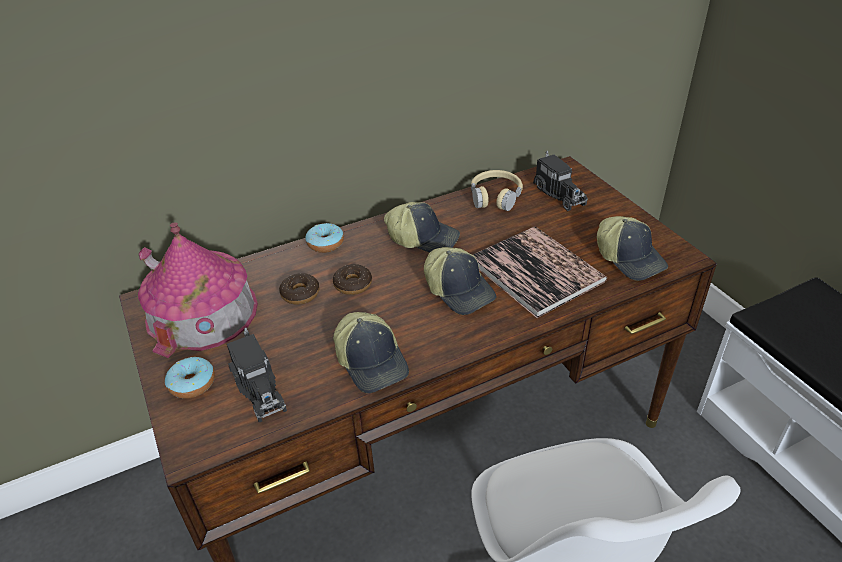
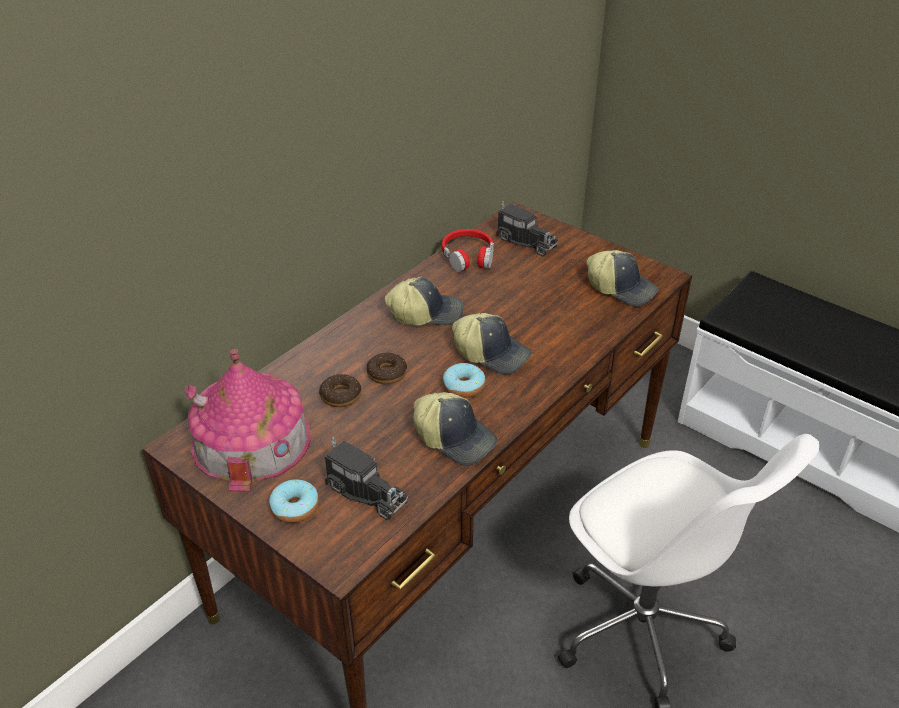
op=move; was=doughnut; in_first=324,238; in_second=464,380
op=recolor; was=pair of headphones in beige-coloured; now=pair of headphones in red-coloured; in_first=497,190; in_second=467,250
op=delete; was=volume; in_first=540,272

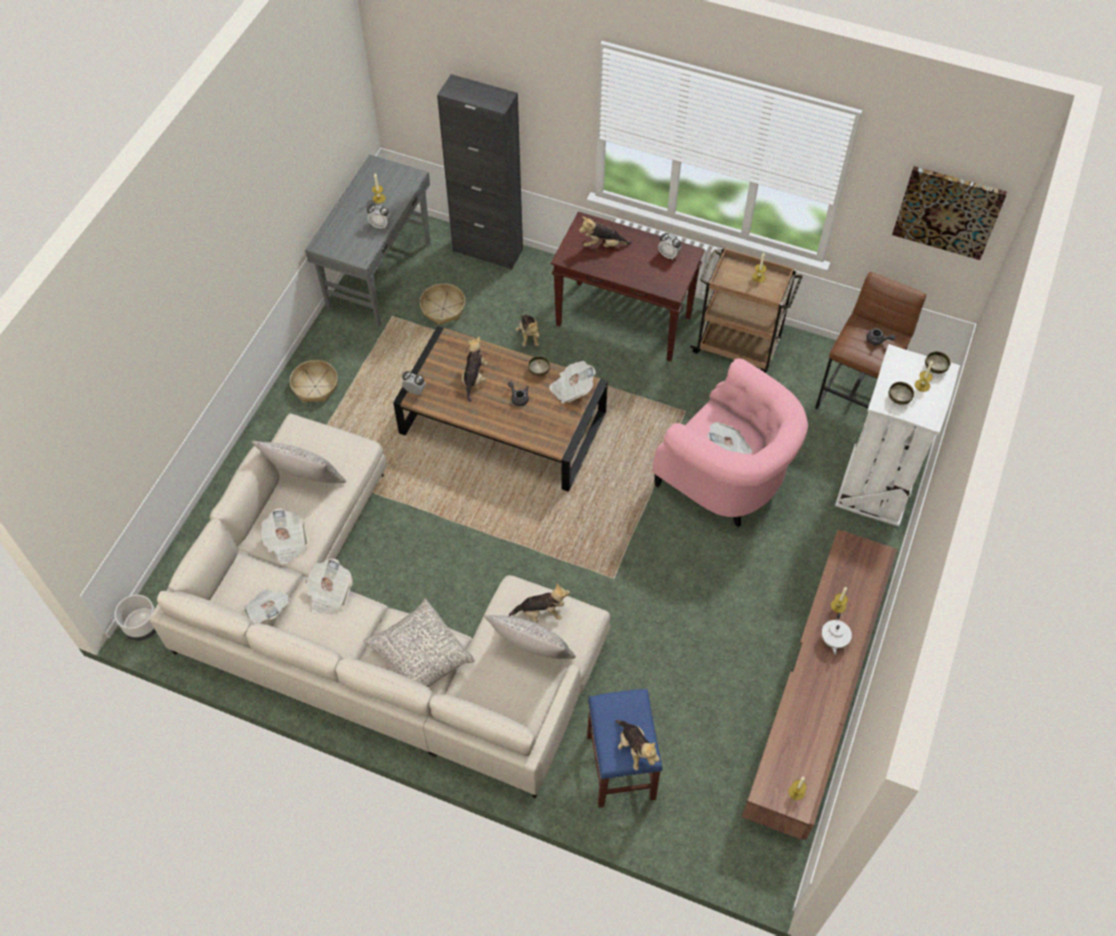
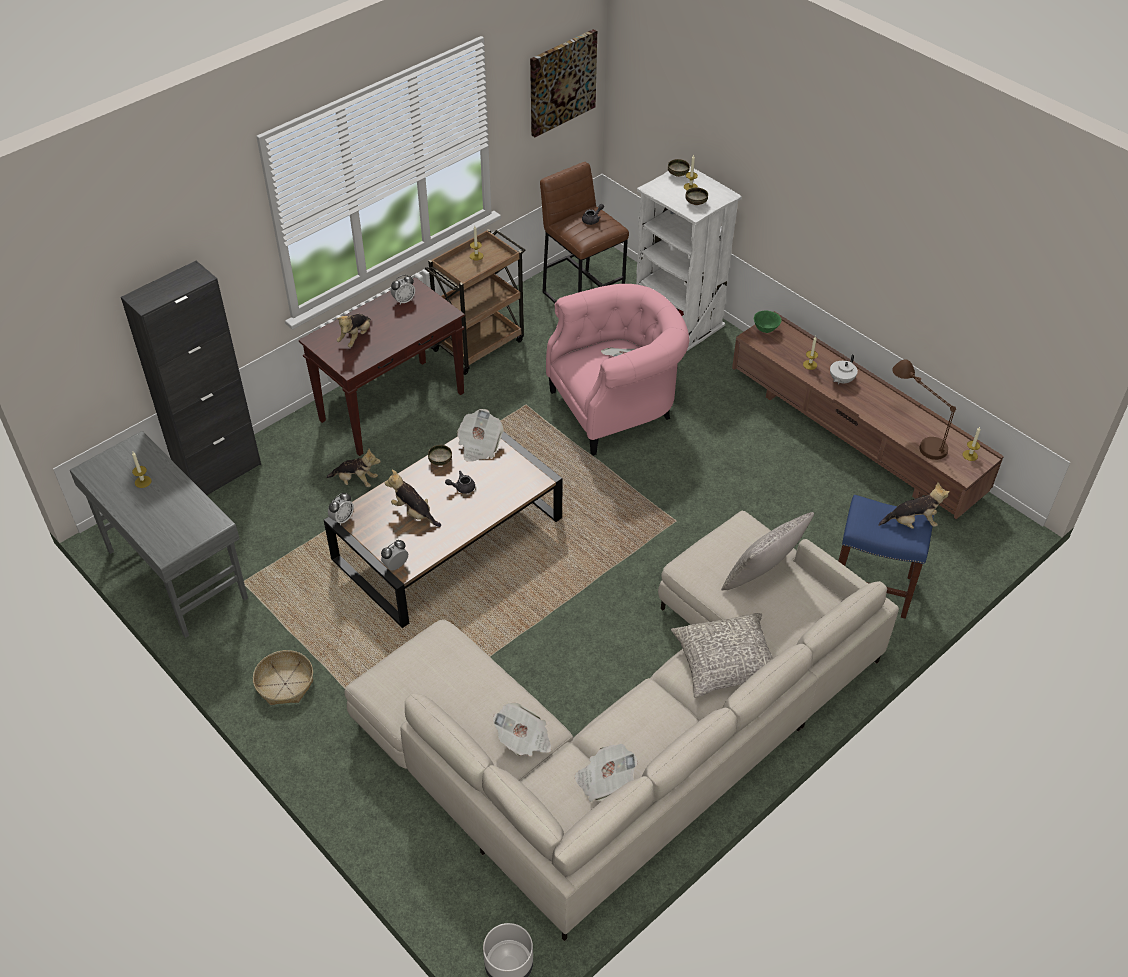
op=delete; was=throw pillow in greyish; in_first=299,462
op=delete; was=printed paper; in_first=329,586
op=move; was=table clock; in_first=378,216; in_second=341,509
op=delete; was=household basket; in_first=442,304
op=delete; was=plush toy; in_first=539,603
op=rotate; was=teapot in white-coloured; in_first=837,634; in_second=844,369; clockwise=90
op=insert; now=serving bowl in green-coloured; in_second=768,321
op=insert; now=lamp for a table in brownish; in_second=924,409

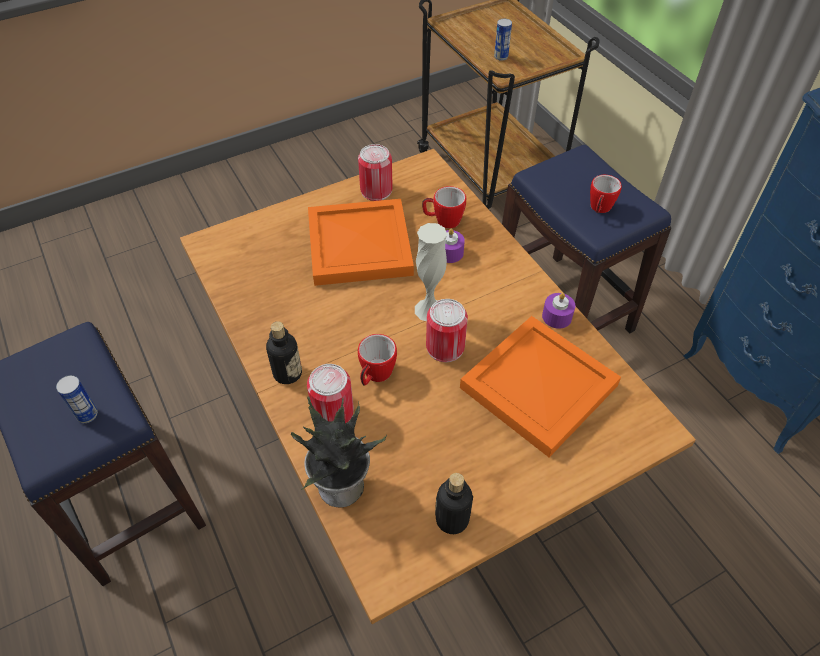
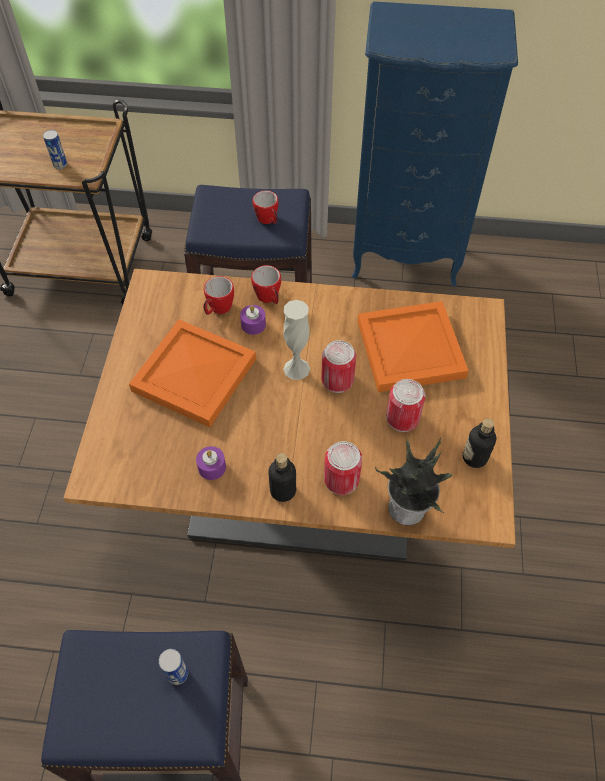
op=move; was=can; in_first=375,172; in_second=405,405
op=move; was=coffee mug; in_first=377,360; in_second=266,284
op=move; was=wax light in purple-coloured; in_first=558,311; in_second=211,463

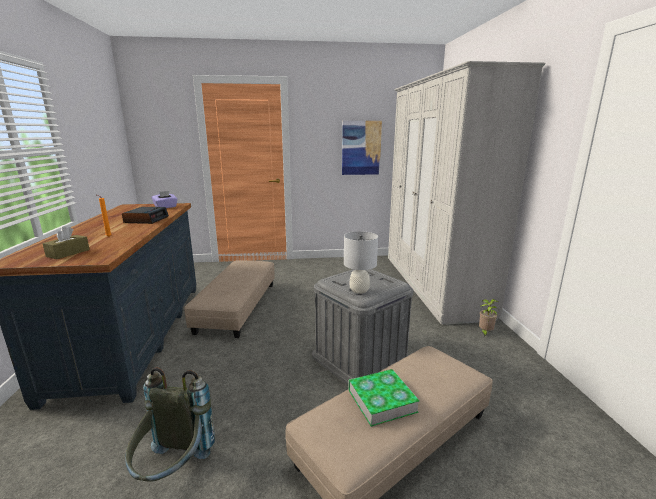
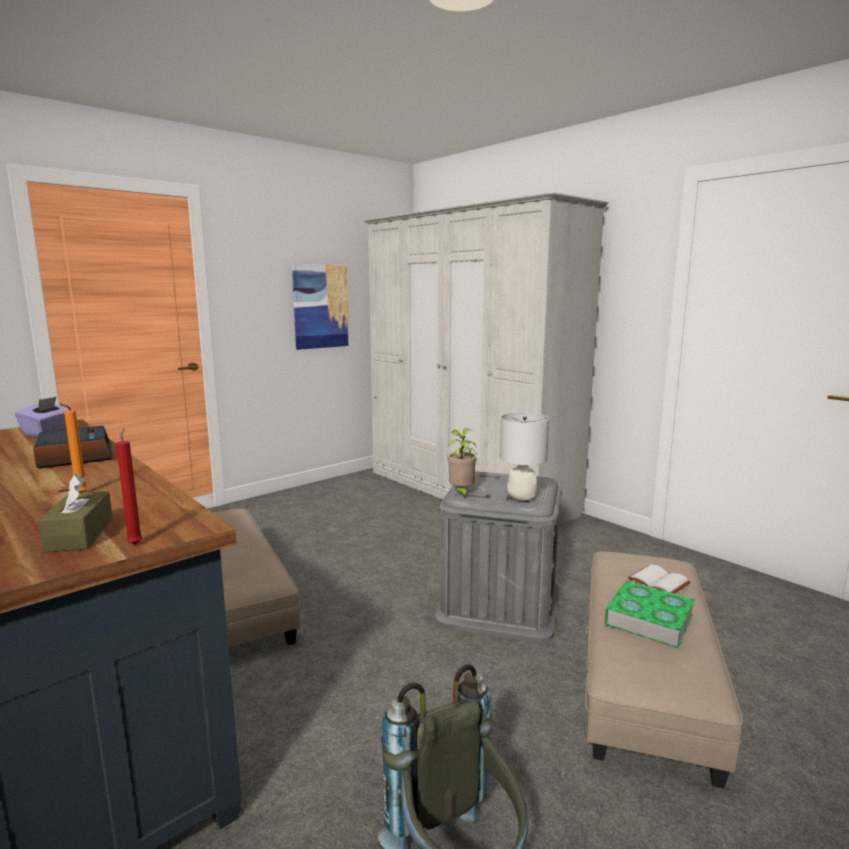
op=move; was=plant in a pot; in_first=488,318; in_second=462,463
op=insert; now=wax light in red-coloured; in_second=129,486
op=insert; now=volume in white-coloured; in_second=659,578

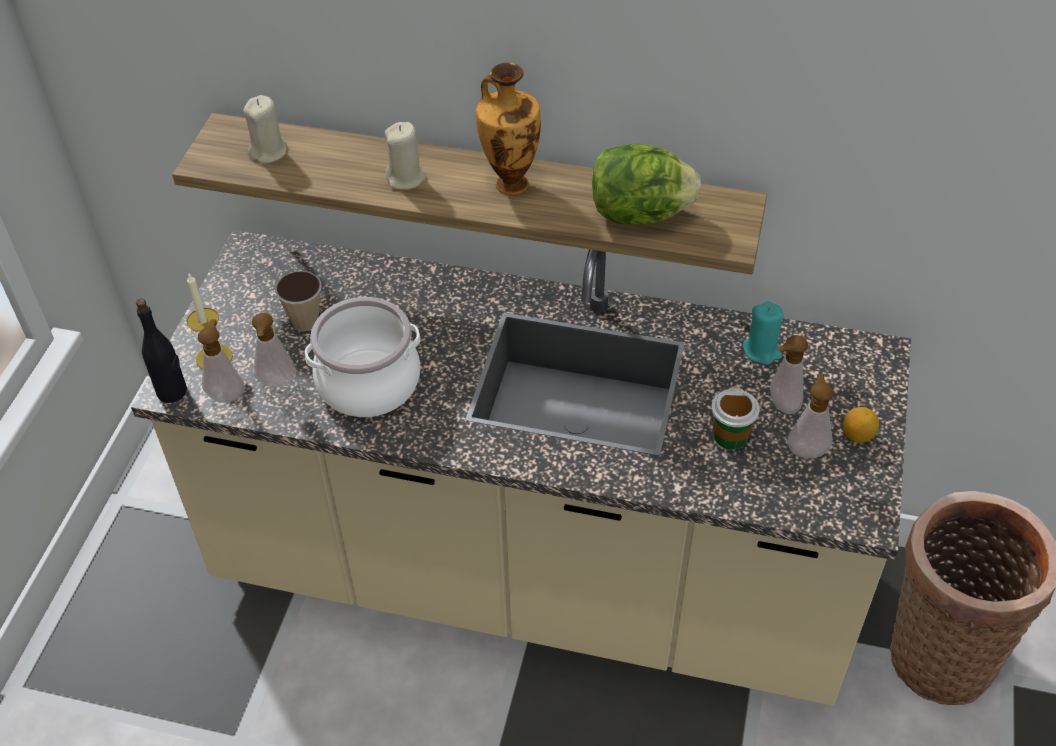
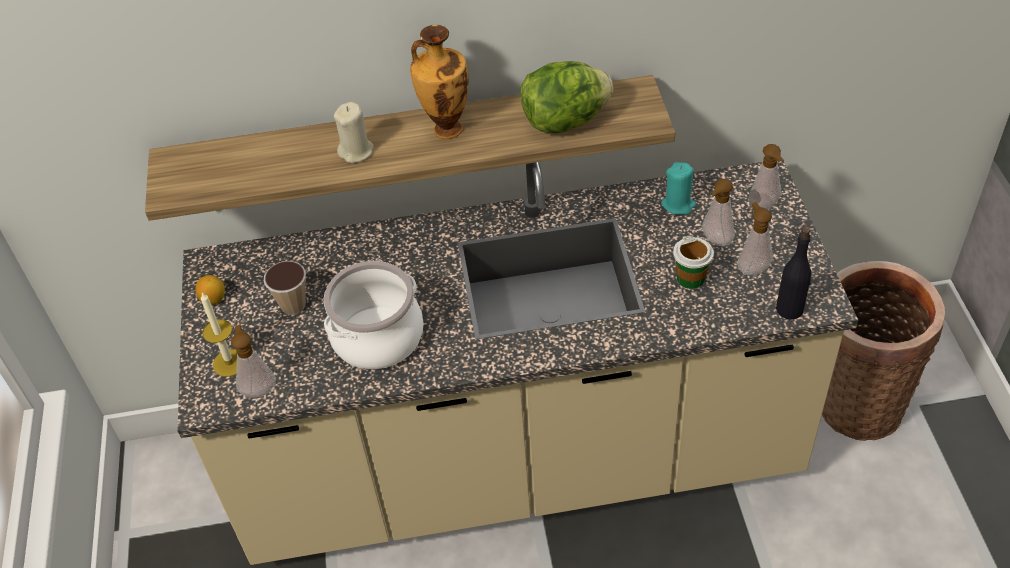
op=move; was=bottle in blackish; in_first=161,350; in_second=793,273
op=delete; was=wax light in beige-coloured; in_first=265,129
op=move; was=soap bottle; in_first=274,350; in_second=766,176
op=move; was=whole lemon; in_first=861,425; in_second=210,290

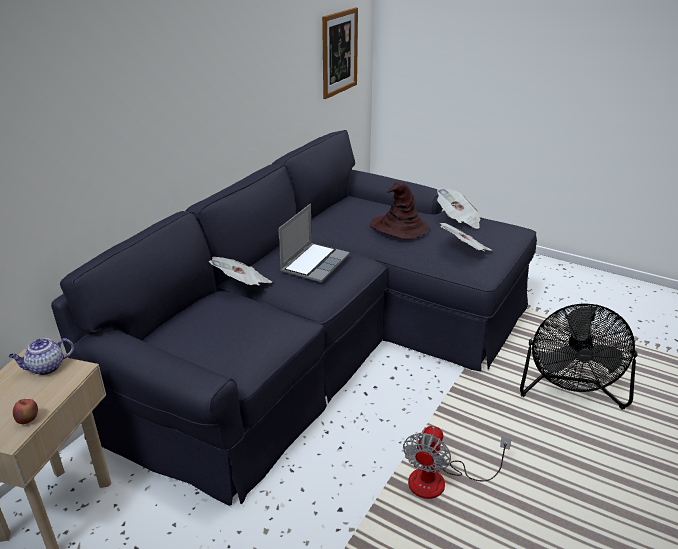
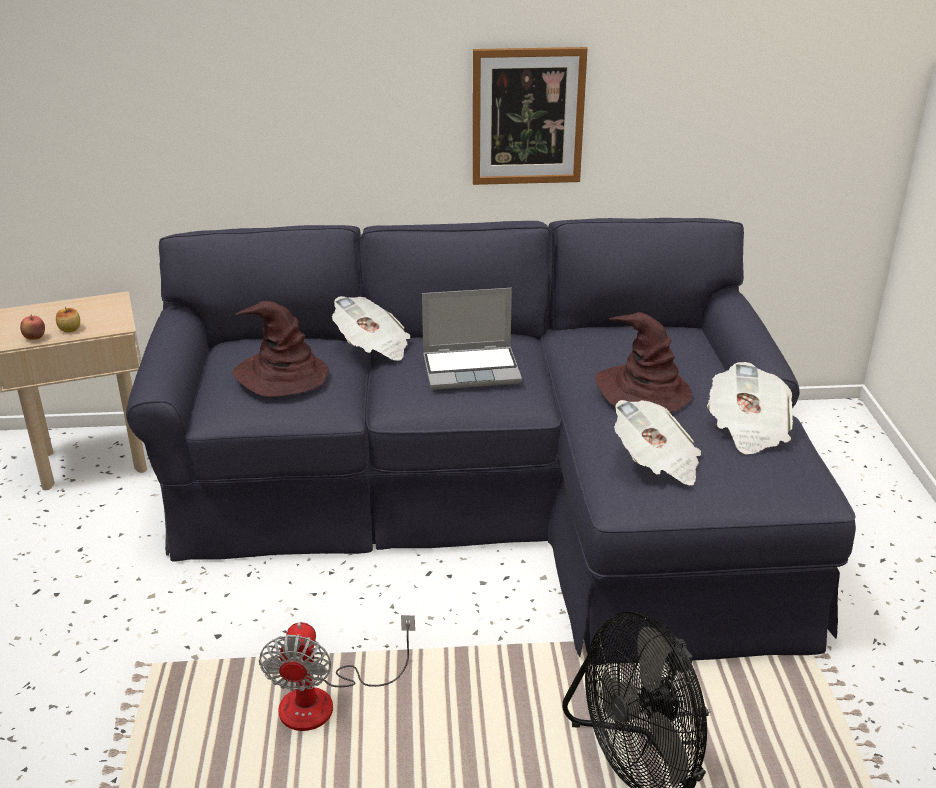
op=delete; was=teapot; in_first=41,356
op=move; was=picture; in_first=340,53; in_second=530,116
op=rotate; was=electric fan; in_first=457,462; in_second=337,673; clockwise=-75
op=insert; now=whole apple; in_second=68,320
op=insert; now=wearable hat in brownish; in_second=281,349

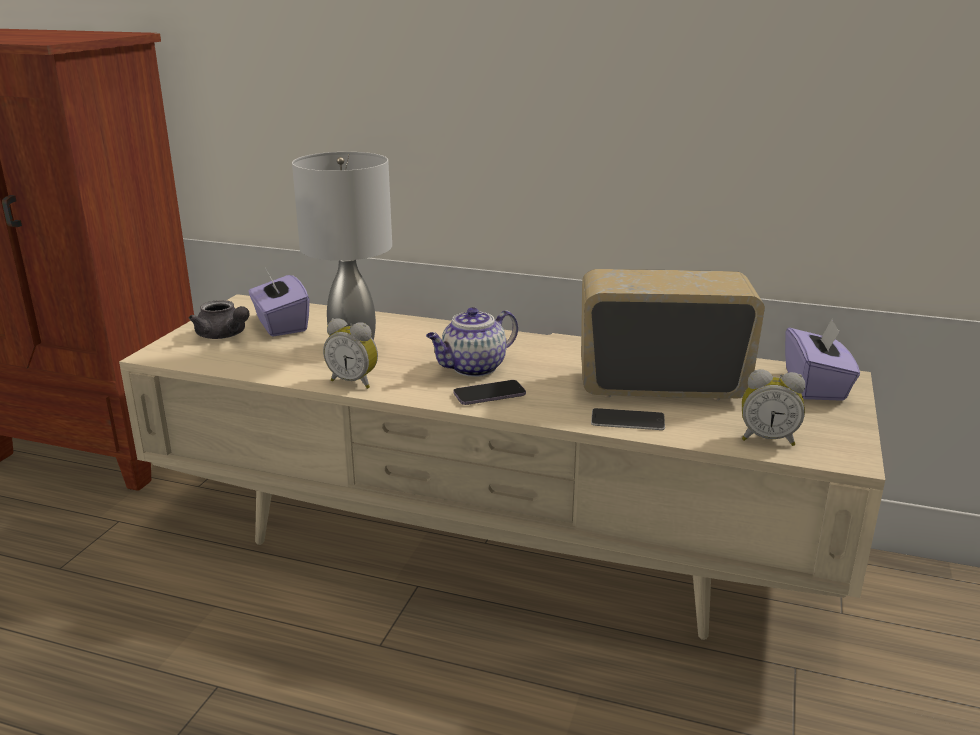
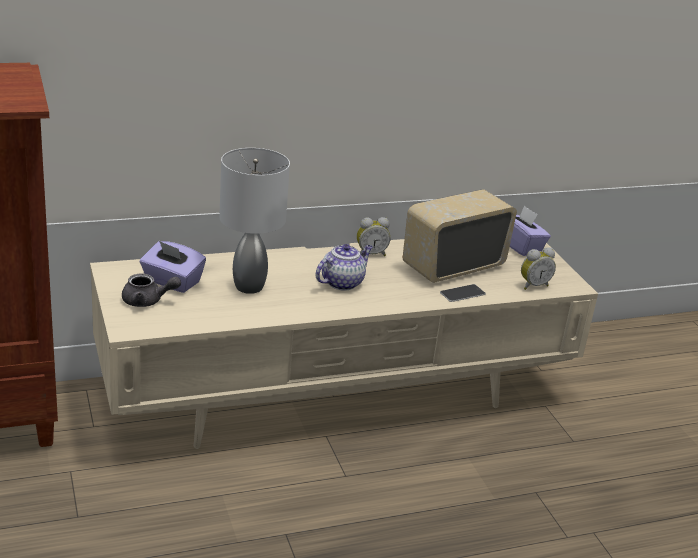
op=move; was=table clock; in_first=350,353; in_second=373,236
op=rotate; was=teapot; in_first=472,342; in_second=344,267; clockwise=-150
op=delete; was=telephone; in_first=489,392

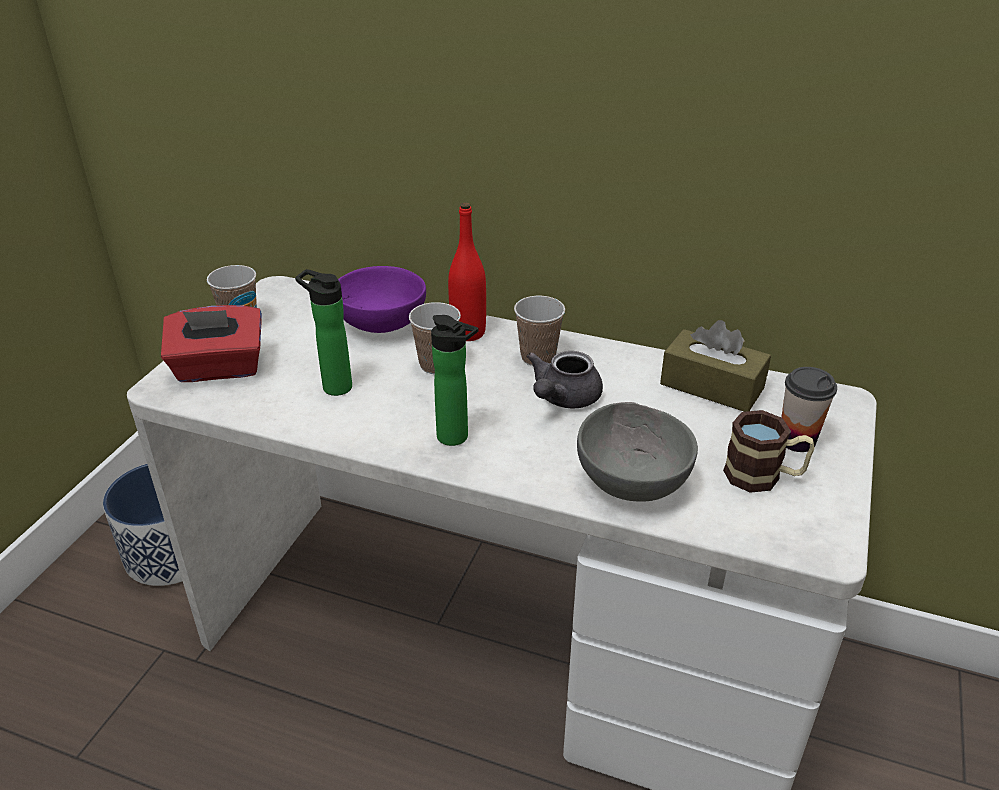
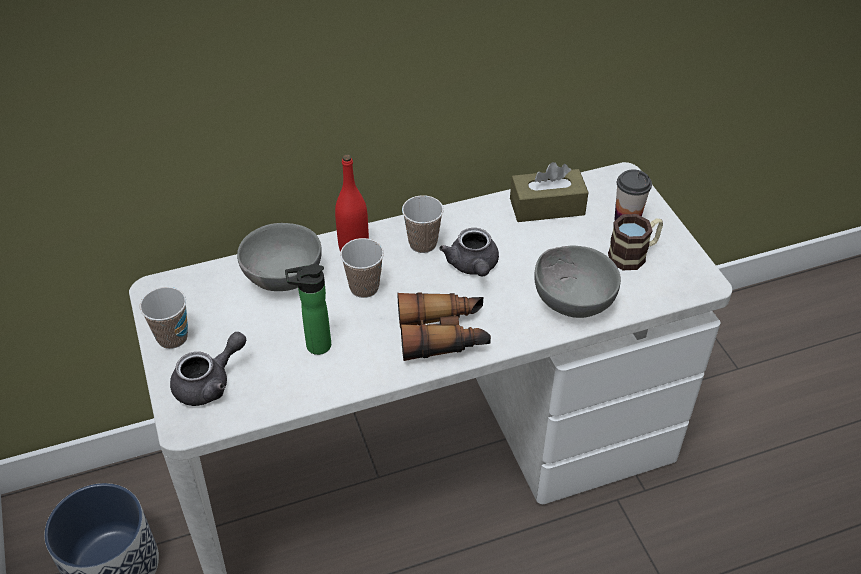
op=replace; was=tissue holder in red-coloured; now=teapot in greyish; in_first=211,343; in_second=208,369
op=recolor; was=serving bowl in purple-coloured; now=serving bowl in greyish; in_first=382,299; in_second=279,257
op=replace; was=bottle; now=field glasses; in_first=454,380; in_second=444,326

